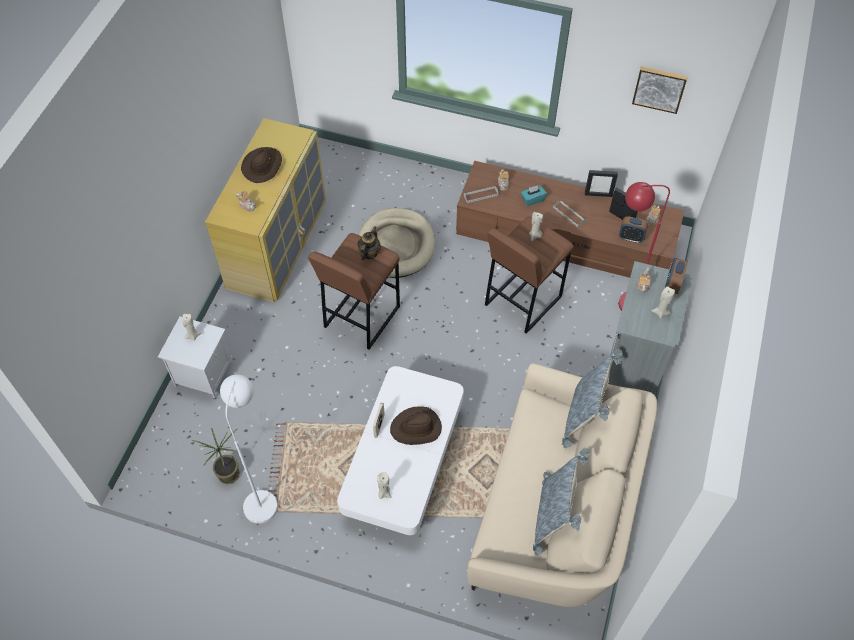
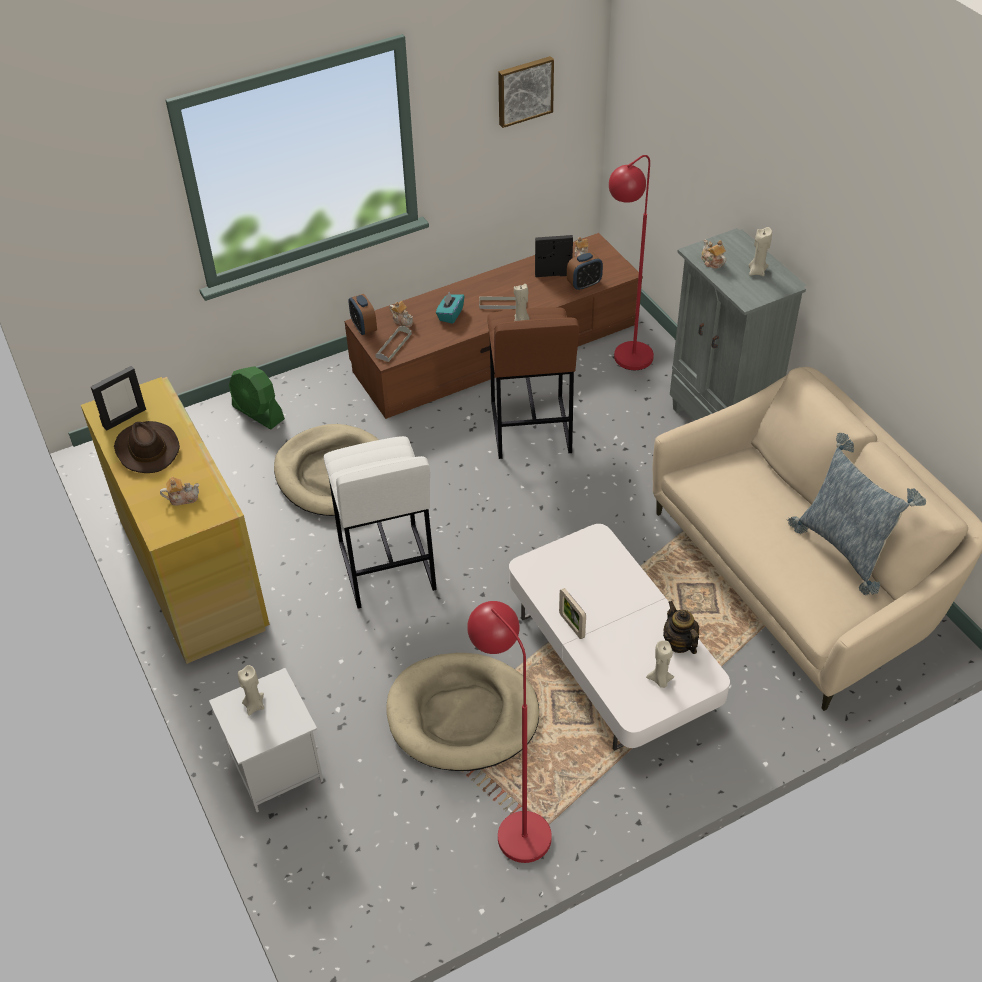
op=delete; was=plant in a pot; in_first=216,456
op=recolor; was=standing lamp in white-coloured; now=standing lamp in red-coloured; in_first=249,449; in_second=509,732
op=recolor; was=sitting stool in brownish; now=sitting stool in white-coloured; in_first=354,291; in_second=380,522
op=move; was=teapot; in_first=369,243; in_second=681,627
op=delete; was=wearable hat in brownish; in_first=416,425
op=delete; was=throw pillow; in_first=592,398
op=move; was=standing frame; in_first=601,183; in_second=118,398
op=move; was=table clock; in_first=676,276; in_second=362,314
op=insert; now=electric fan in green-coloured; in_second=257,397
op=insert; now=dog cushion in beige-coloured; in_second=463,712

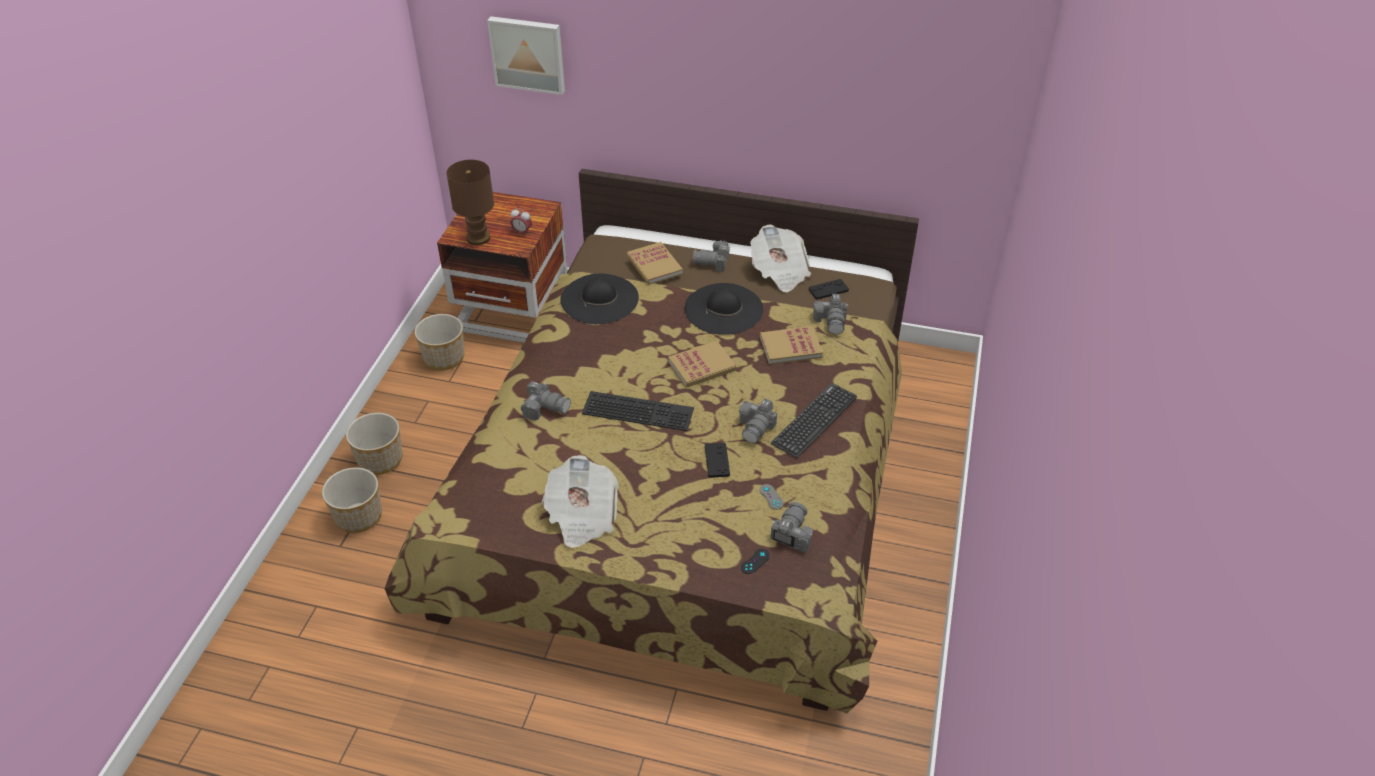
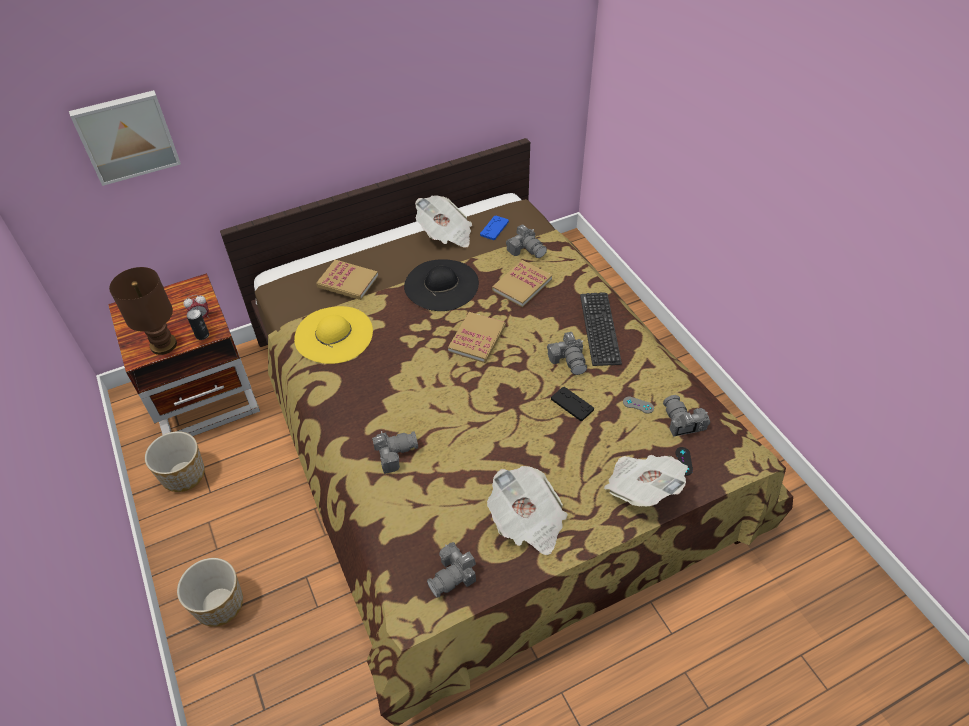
op=delete; was=plant pot; in_first=352,500
op=recolor; was=wearable hat in blackish; now=wearable hat in yellow-coloured; in_first=599,299; in_second=333,335
op=delete; was=keyboard; in_first=638,411
op=move; was=still camera; in_first=711,256; in_second=451,569
op=recolor; was=joypad in blackish; now=joypad in blue-coloured; in_first=829,289; in_second=494,227
op=insert; now=can; in_second=198,324
op=insert; now=printed paper; in_second=646,481

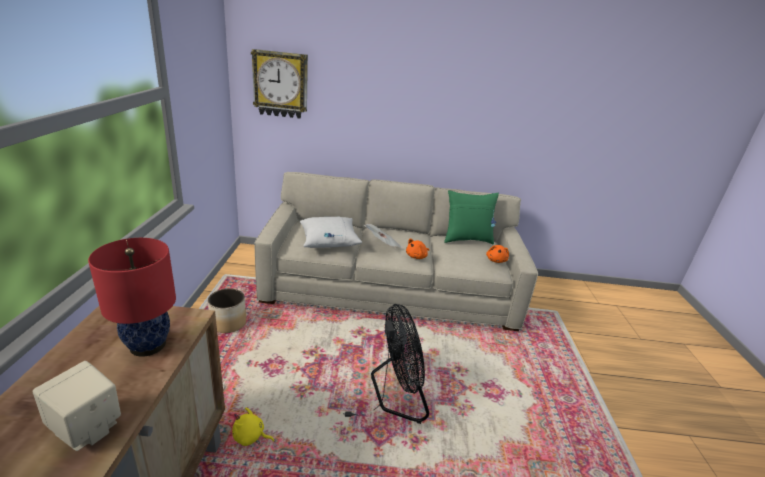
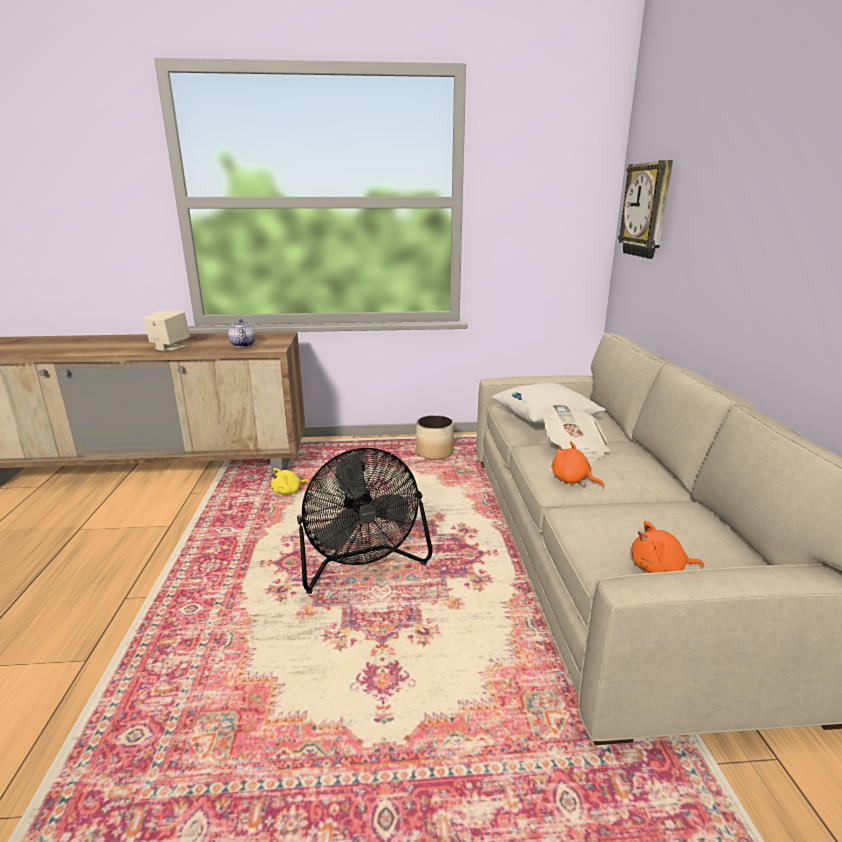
op=replace; was=lamp for a table in red-coloured; now=teapot; in_first=132,297; in_second=242,333
op=rotate; was=plush toy in yellow-coloured; in_first=253,427; in_second=290,481; clockwise=-135
op=delete; was=throw pillow in green-coloured; in_first=471,217

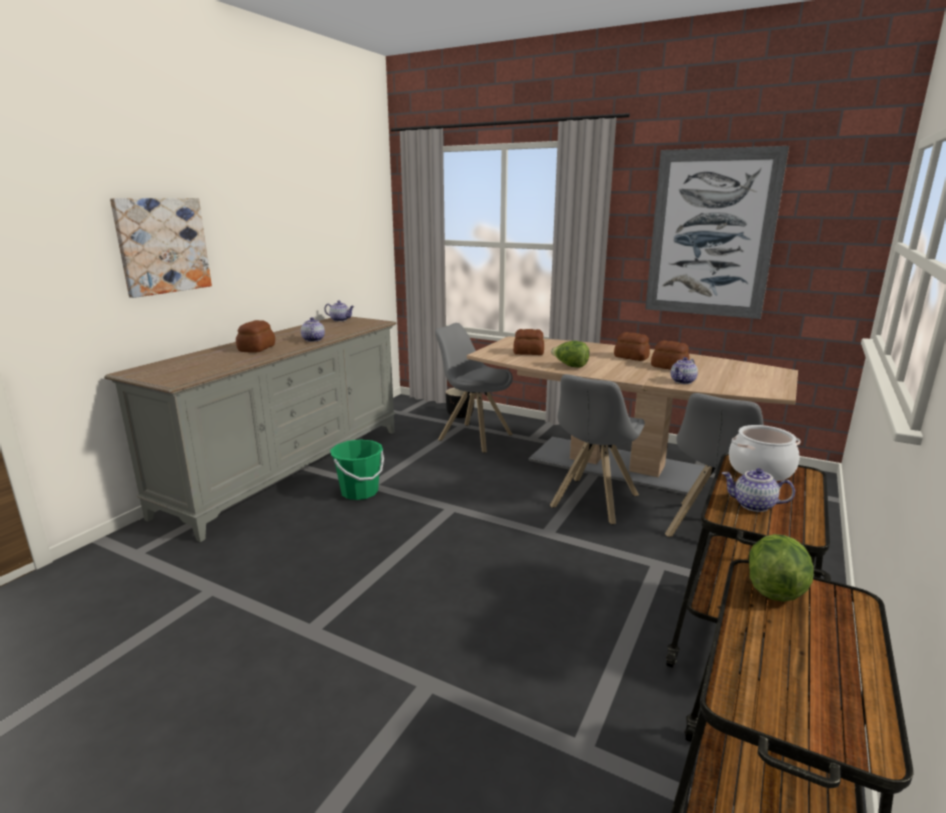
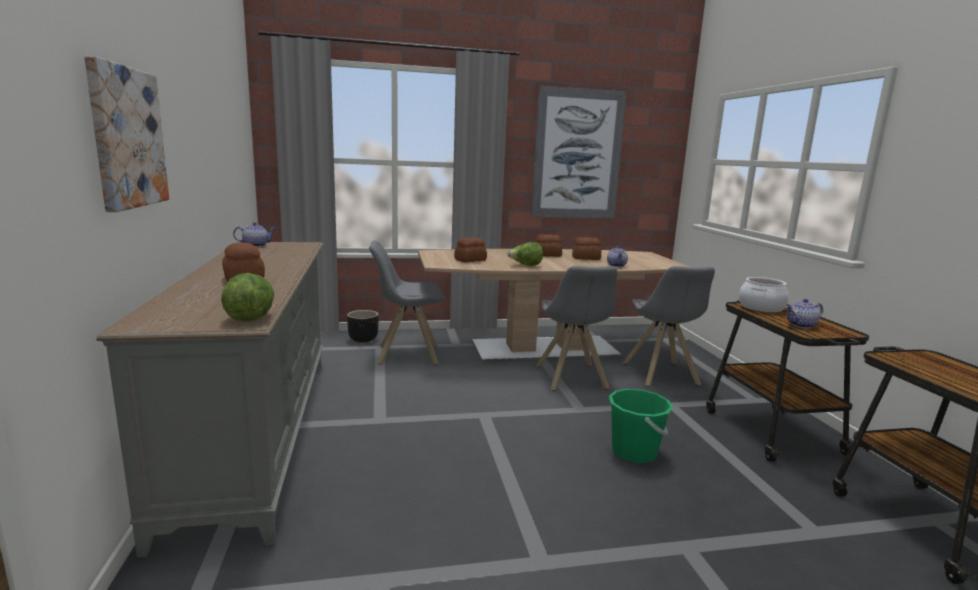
op=delete; was=teapot; in_first=313,329
op=move; was=bucket in green-coloured; in_first=357,469; in_second=641,426
op=move; was=lettuce head; in_first=781,568; in_second=247,297

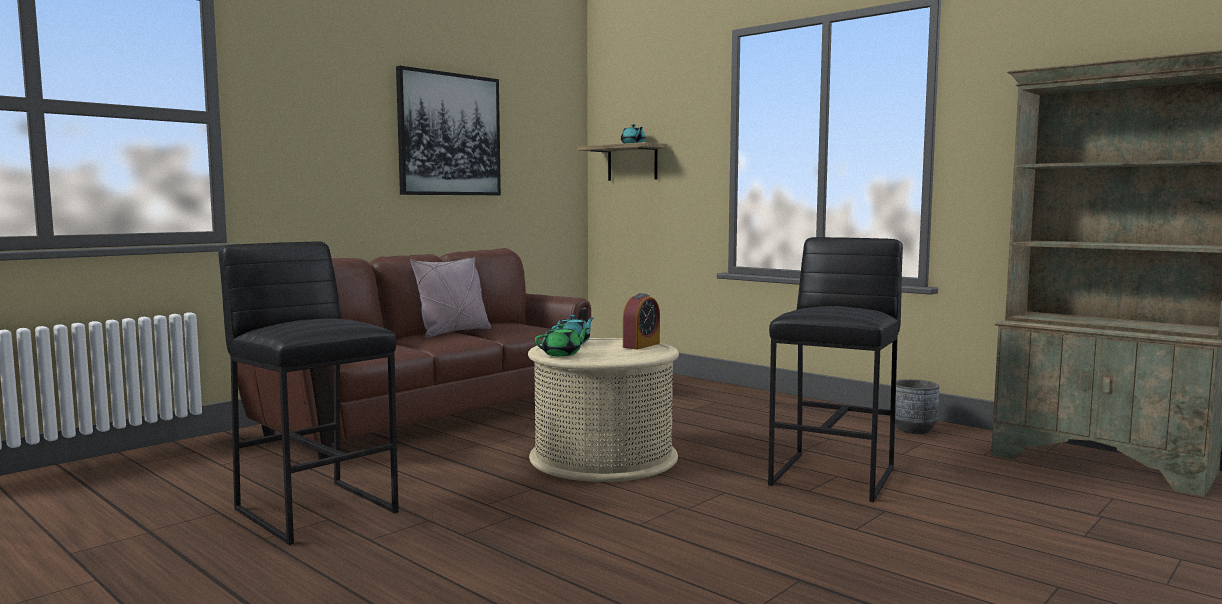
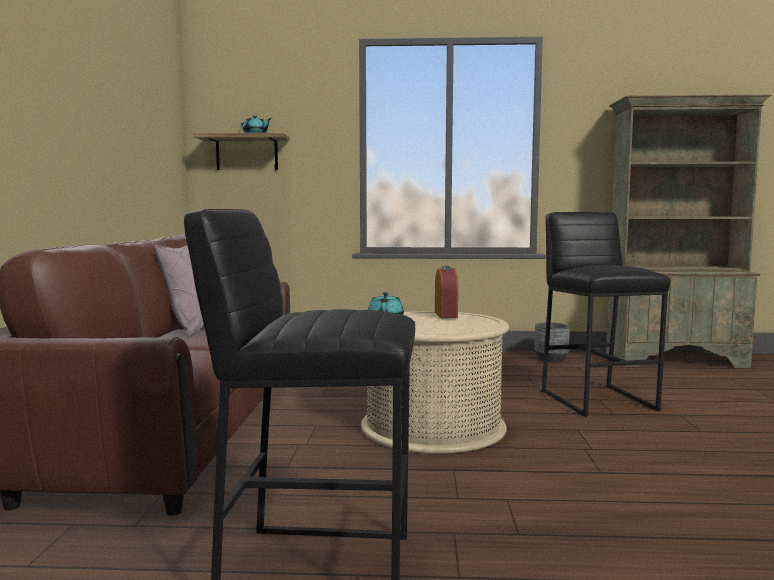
op=delete; was=picture; in_first=448,130
op=delete; was=teapot in green-coloured; in_first=562,340

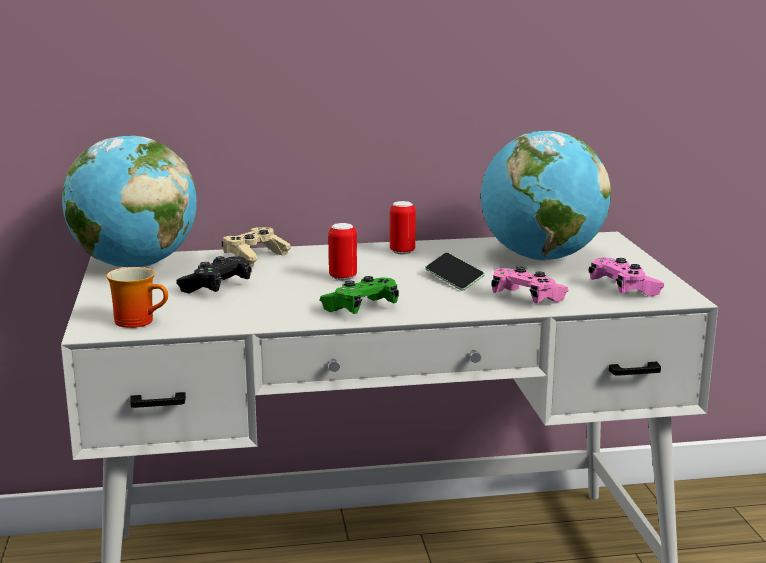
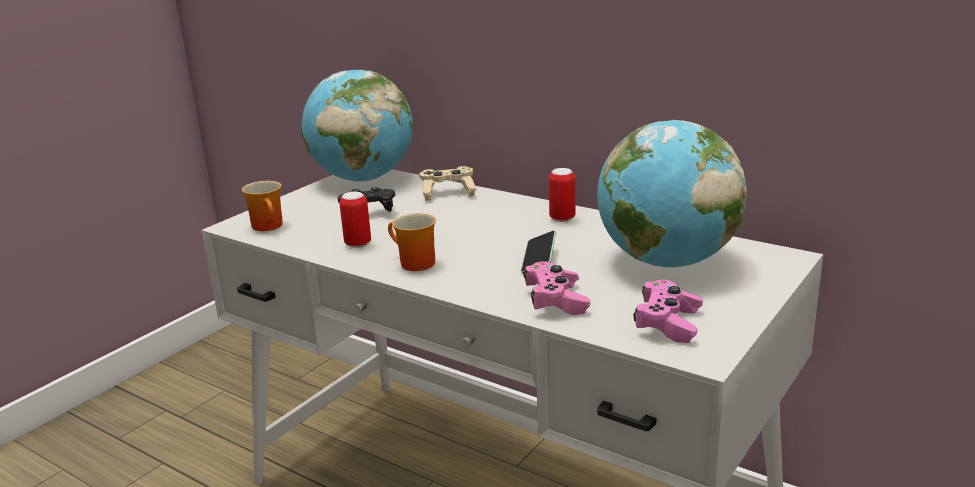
op=replace; was=joypad in green-coloured; now=coffee mug; in_first=359,295; in_second=412,242
op=move; was=can; in_first=342,251; in_second=355,220

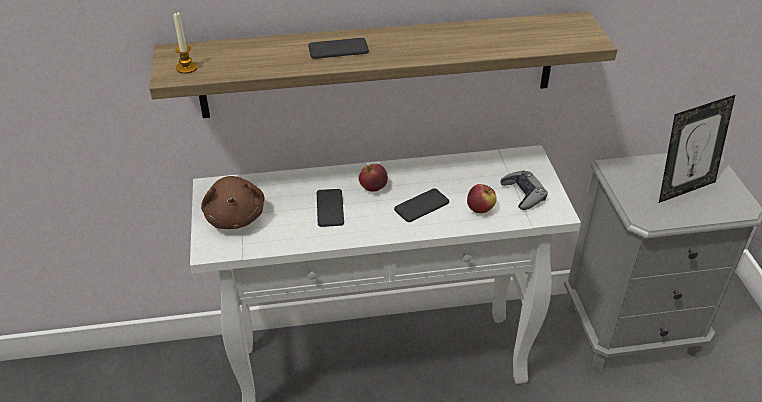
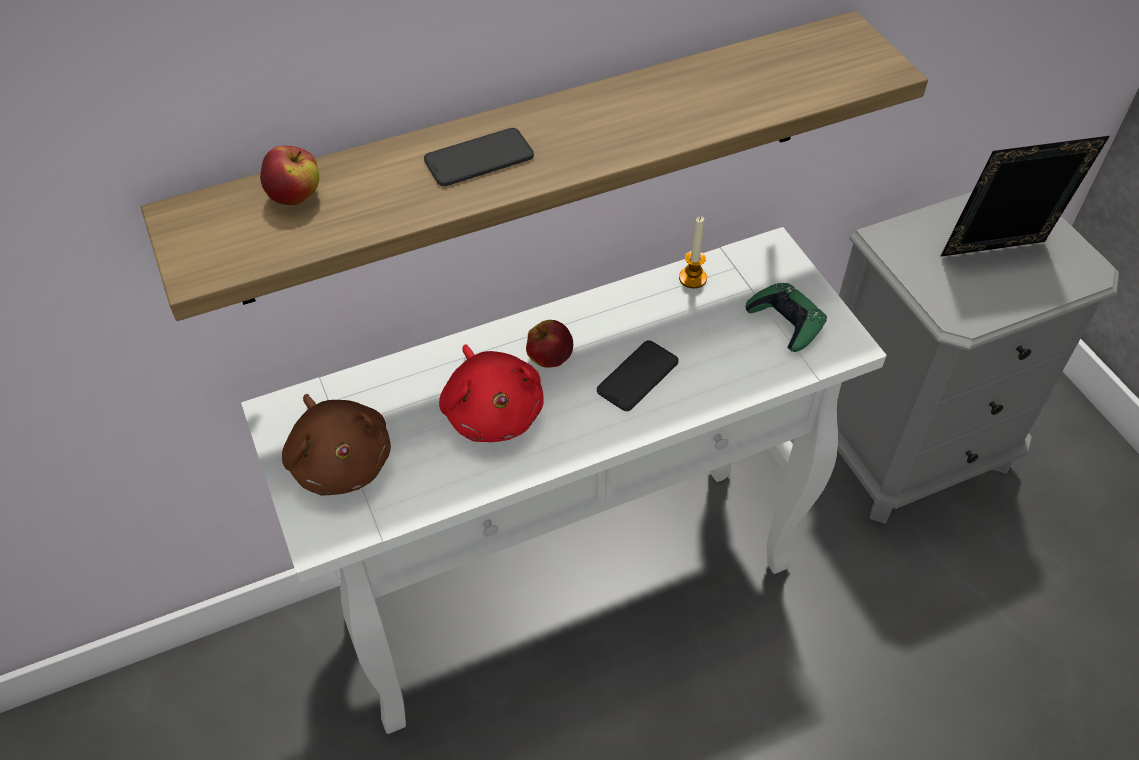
op=move; was=wax light; in_first=185,43; in_second=693,252
op=replace; was=telephone; now=plush toy in red-coloured; in_first=330,208; in_second=491,393
op=move; was=whole apple; in_first=482,199; in_second=289,175
op=recolor; was=joypad in greyish; now=joypad in green-coloured; in_first=524,190; in_second=786,317
op=rotate; was=standing frame; in_first=697,149; in_second=1025,196; clockwise=-150

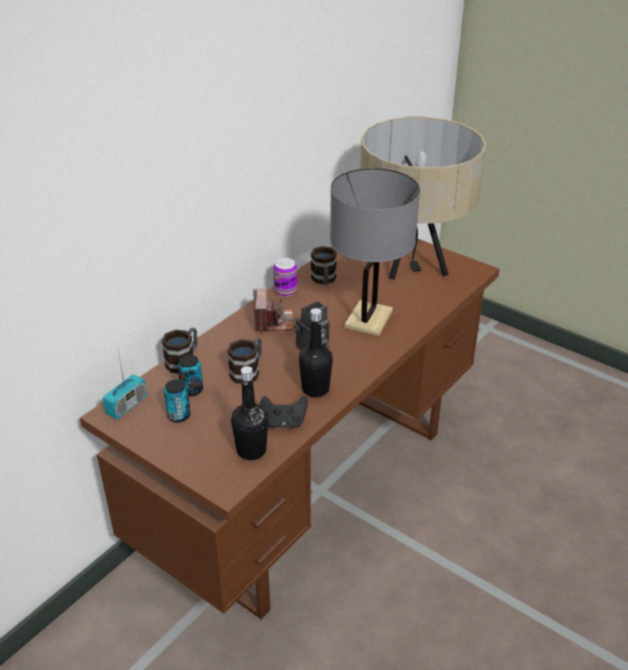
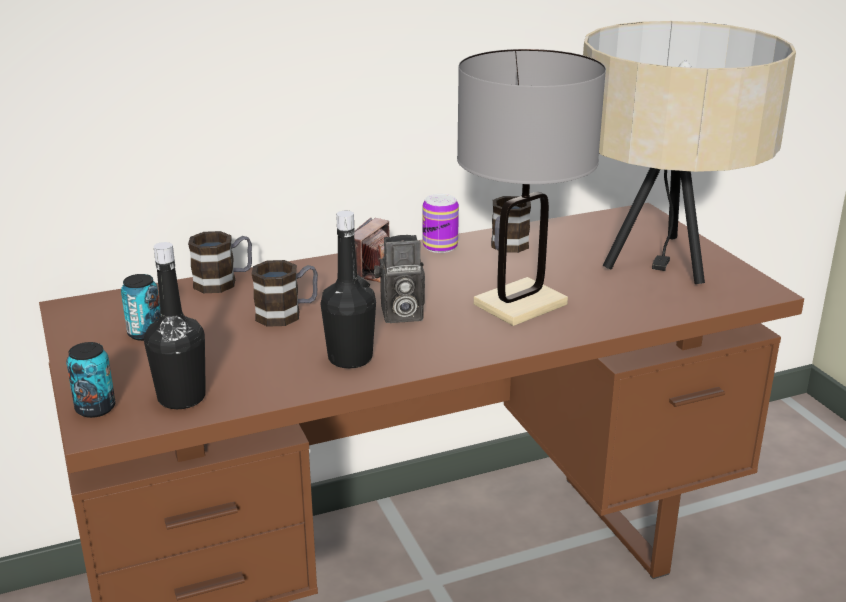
op=delete; was=radio set; in_first=125,385
op=move; was=can; in_first=190,375; in_second=91,380
op=delete; was=joypad in blackish; in_first=284,412

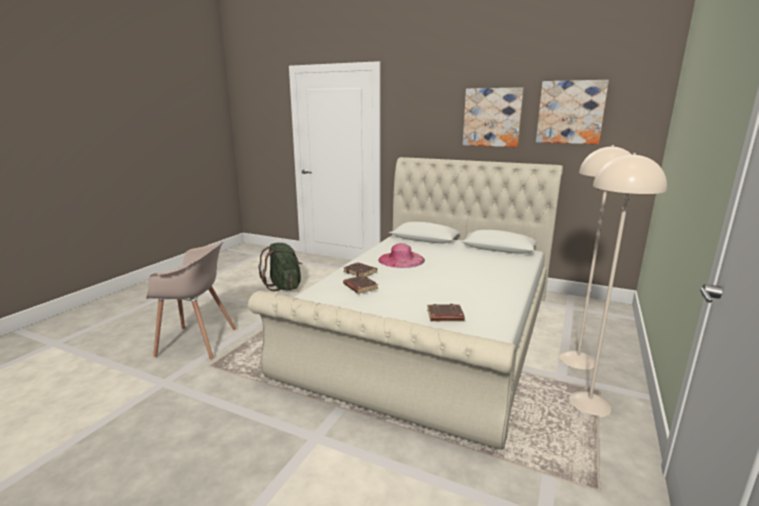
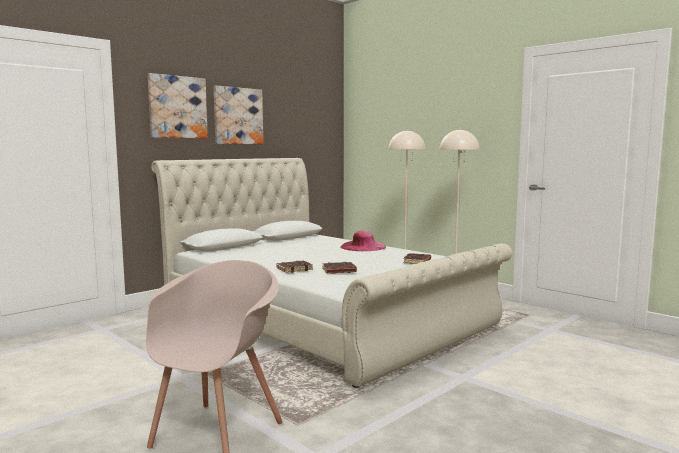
op=delete; was=rucksack in green-coloured; in_first=280,267
op=move; was=wearable hat in pinkish; in_first=402,255; in_second=363,241
op=move; was=picture; in_first=572,112; in_second=178,105

